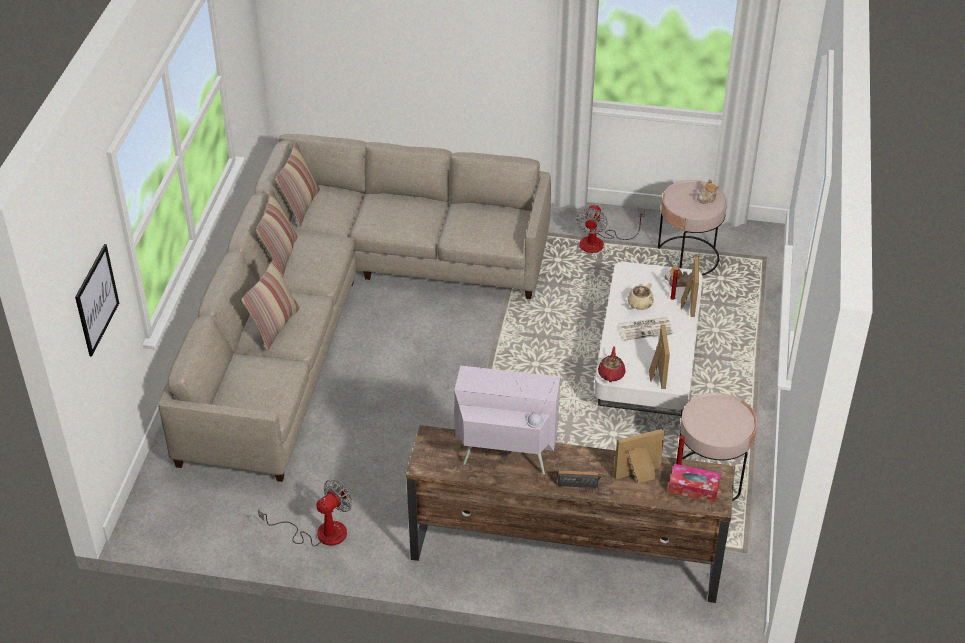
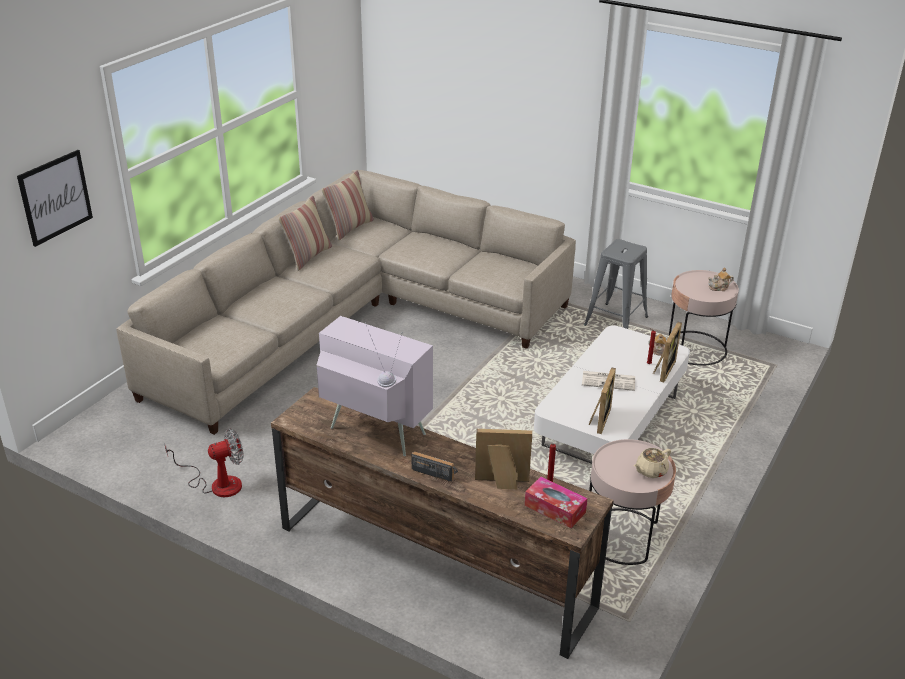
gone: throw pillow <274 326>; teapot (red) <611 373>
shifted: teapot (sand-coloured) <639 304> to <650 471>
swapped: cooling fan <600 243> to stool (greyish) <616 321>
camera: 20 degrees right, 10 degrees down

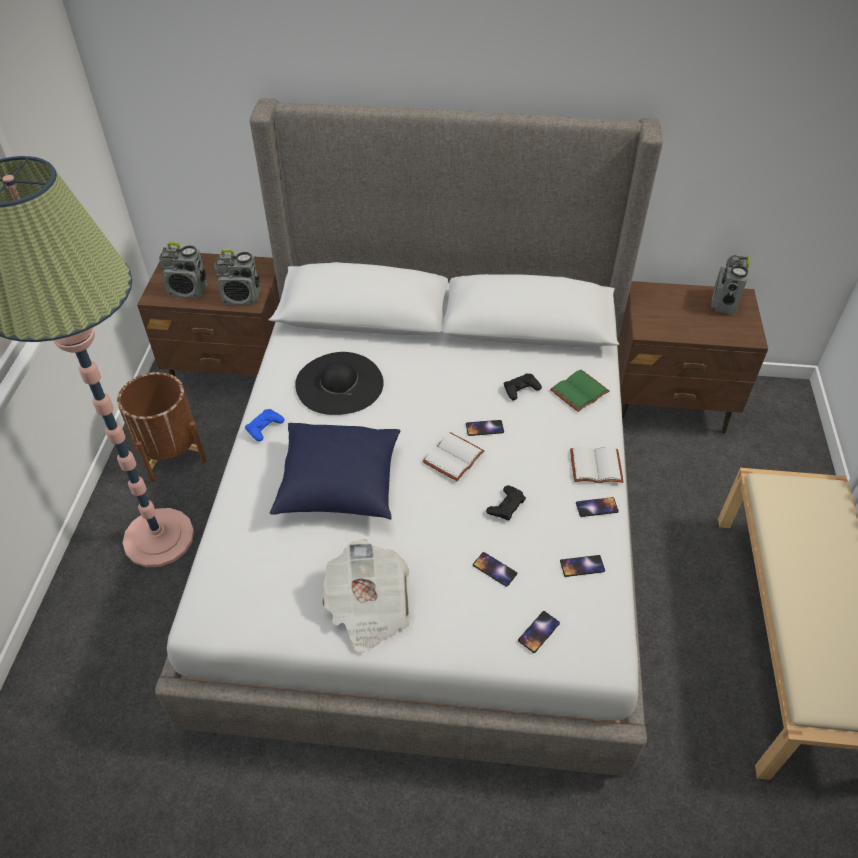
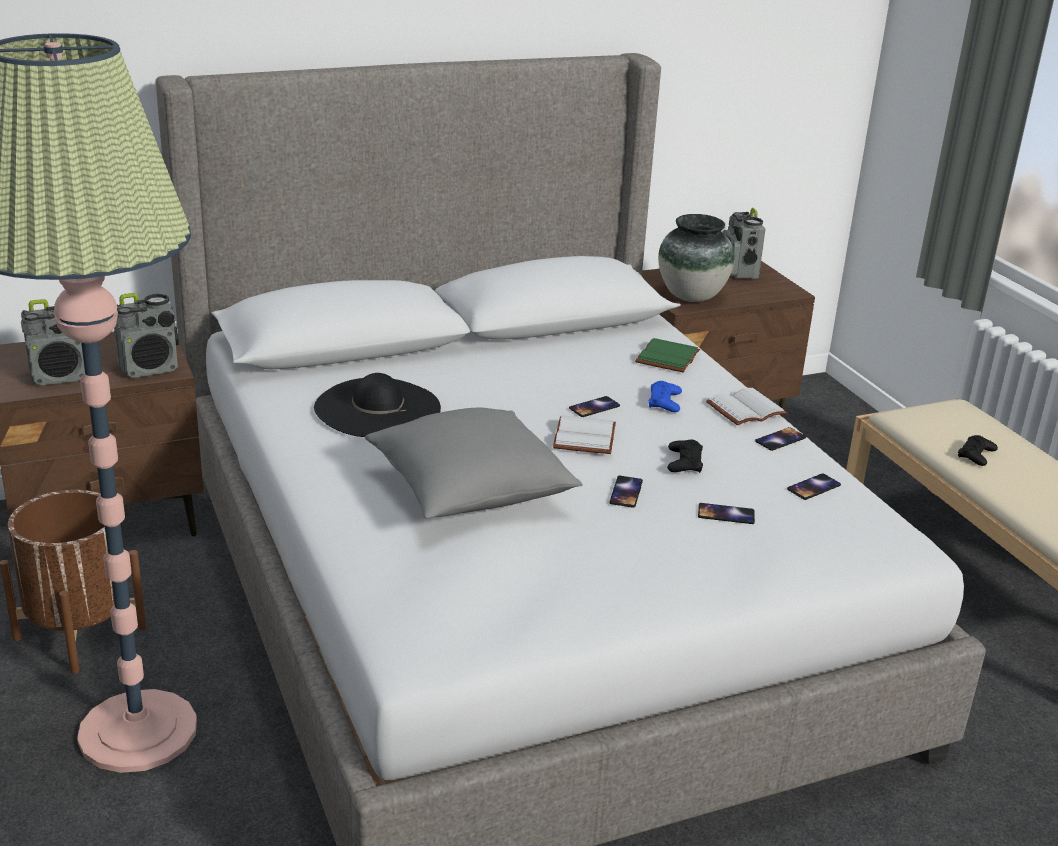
gone: daily paper <368 609>
new: flower vase <692 297>
shifted: game controller (blue-coloured) <264 427> to <664 402>; game controller (blackish) <521 389> to <976 455>; telephone <539 632> to <626 492>
repainted: throw pillow (blue-coloured) <339 485> to throw pillow (greyish) <470 492>
camera: 30 degrees left, 20 degrees down

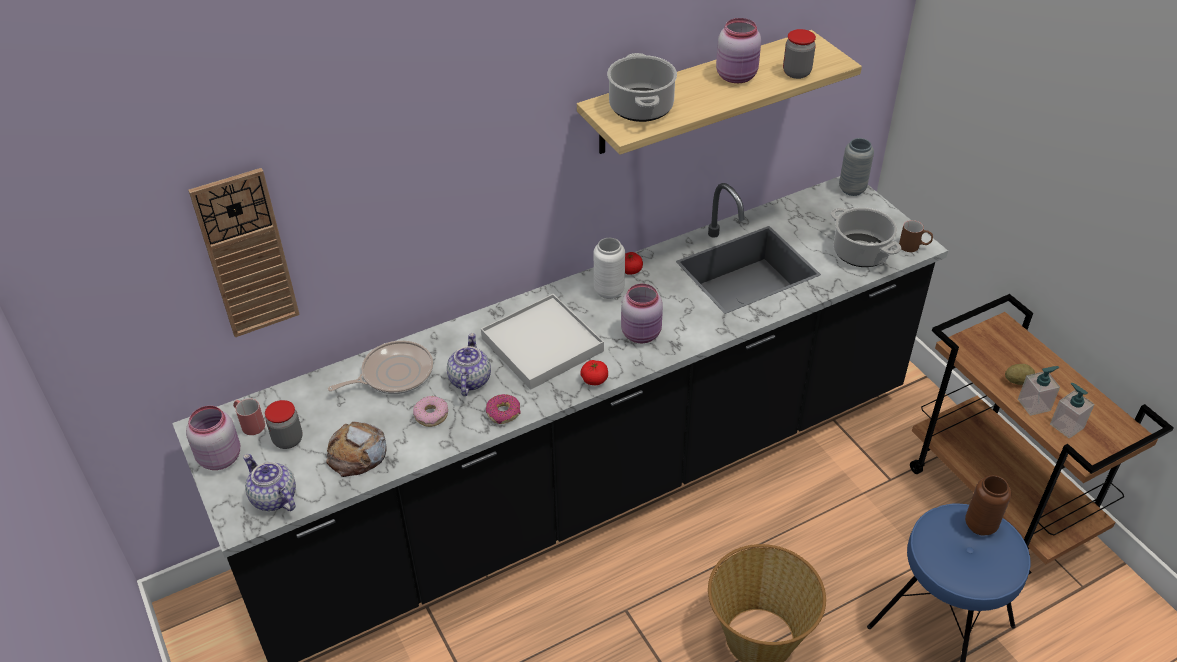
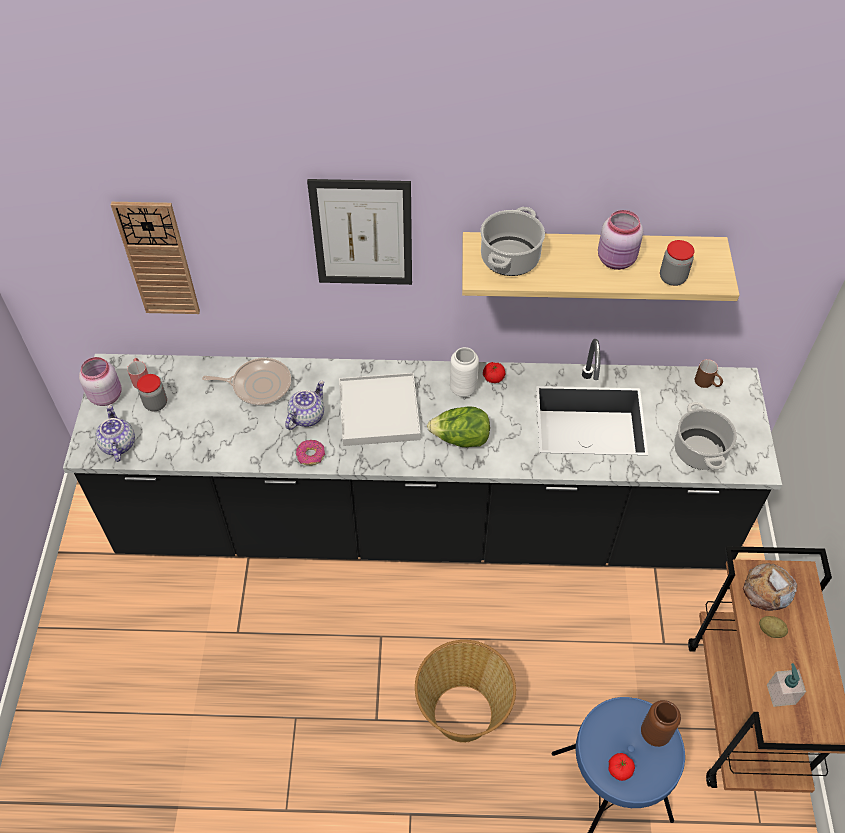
gone: doughnut <431 415>; flower vase (greyish) <852 189>; soap dispenser <1034 405>
new: wall picture <362 233>
shifted: baked bread <357 453> to <768 589>; whole tomato <594 379> to <619 769>; coffee mug (brownish) <914 247> to <707 383>
swapped: preserve jar (pink) <642 334> to lettuce head <460 439>
camera: 30 degrees right, 10 degrees up

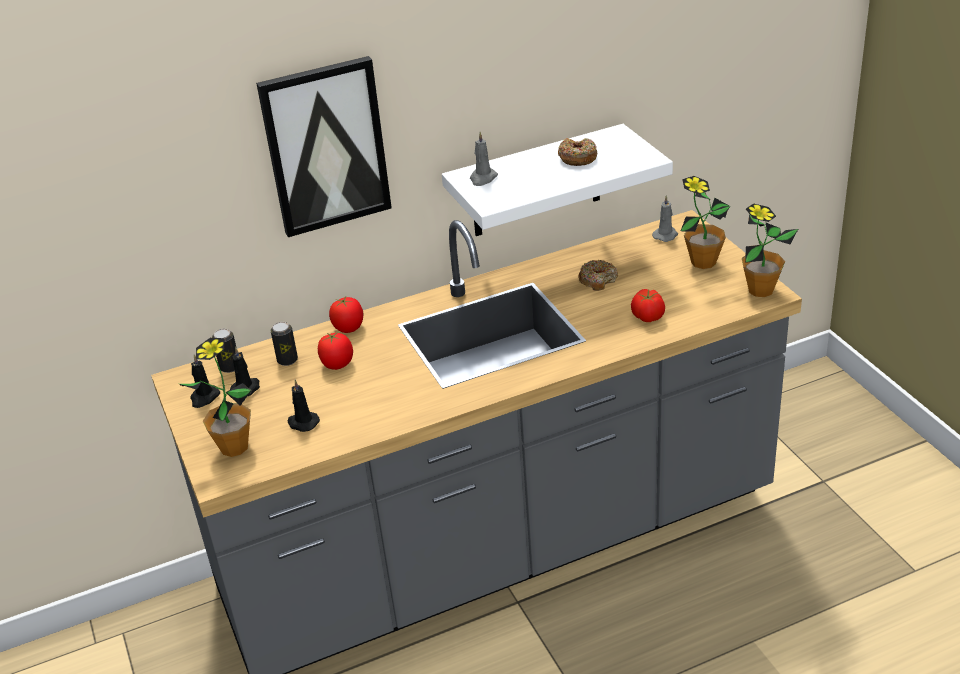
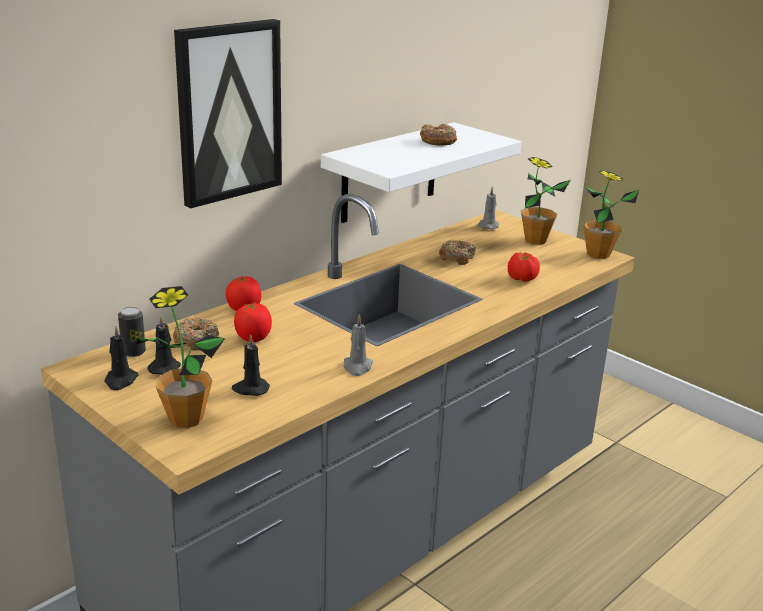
shifted: wax candle (greyish) <483 178> to <357 367>
swapped: sealed can <287 360> to doughnut <196 340>
camera: 25 degrees left, 10 degrees down

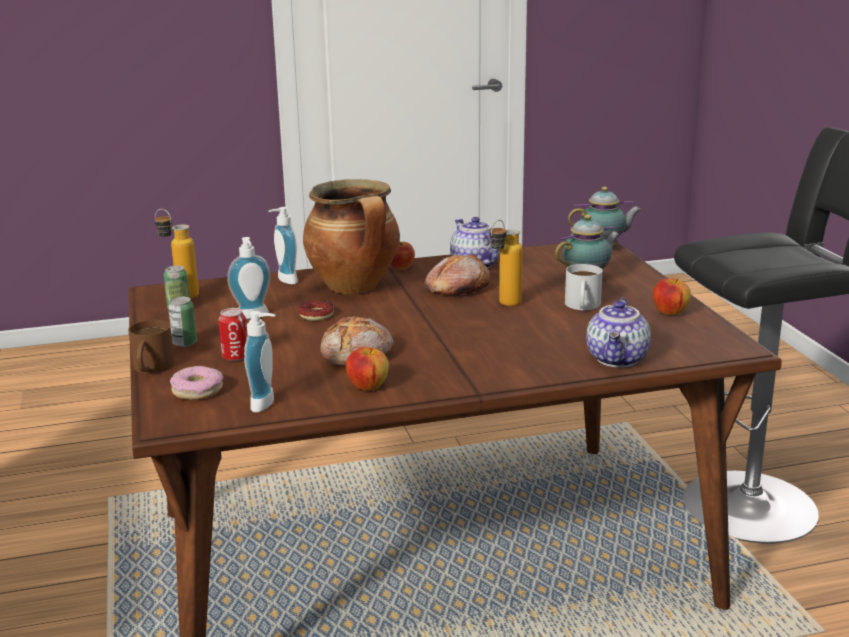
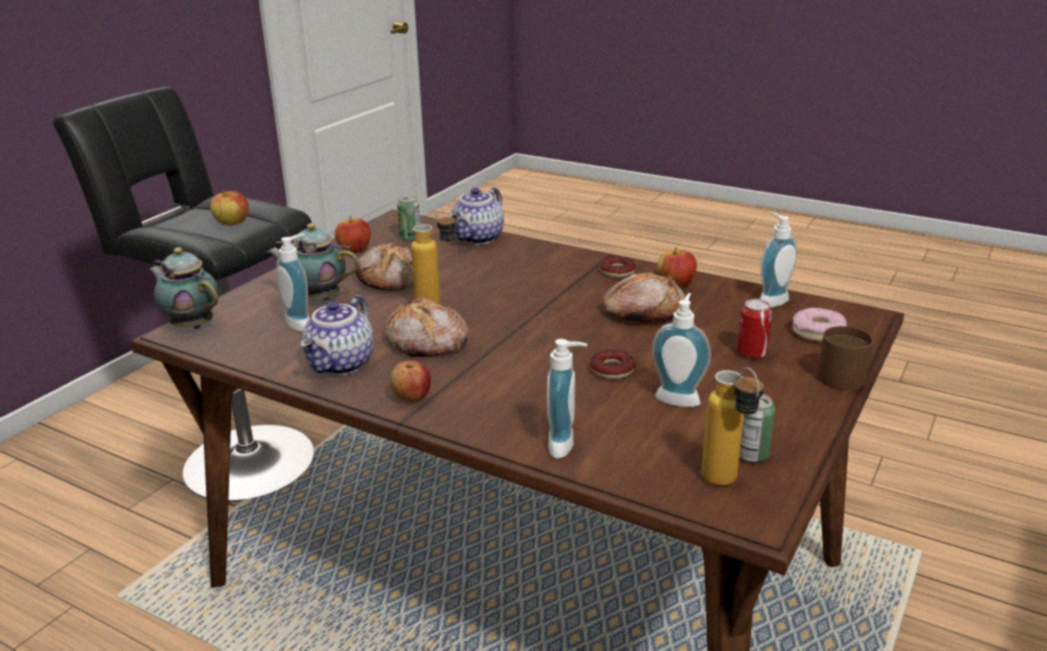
gone: stockpot <355 287>
new: apple <232 224>; soap dispenser <302 324>; doughnut <617 271>
shifted: sealed can <185 343> to <410 237>
swapped: coffee mug (white) <582 306> to baked bread <390 279>
rotated: teapot <618 359> = <478 238> 150 degrees clockwise
camera: 135 degrees left, 5 degrees up

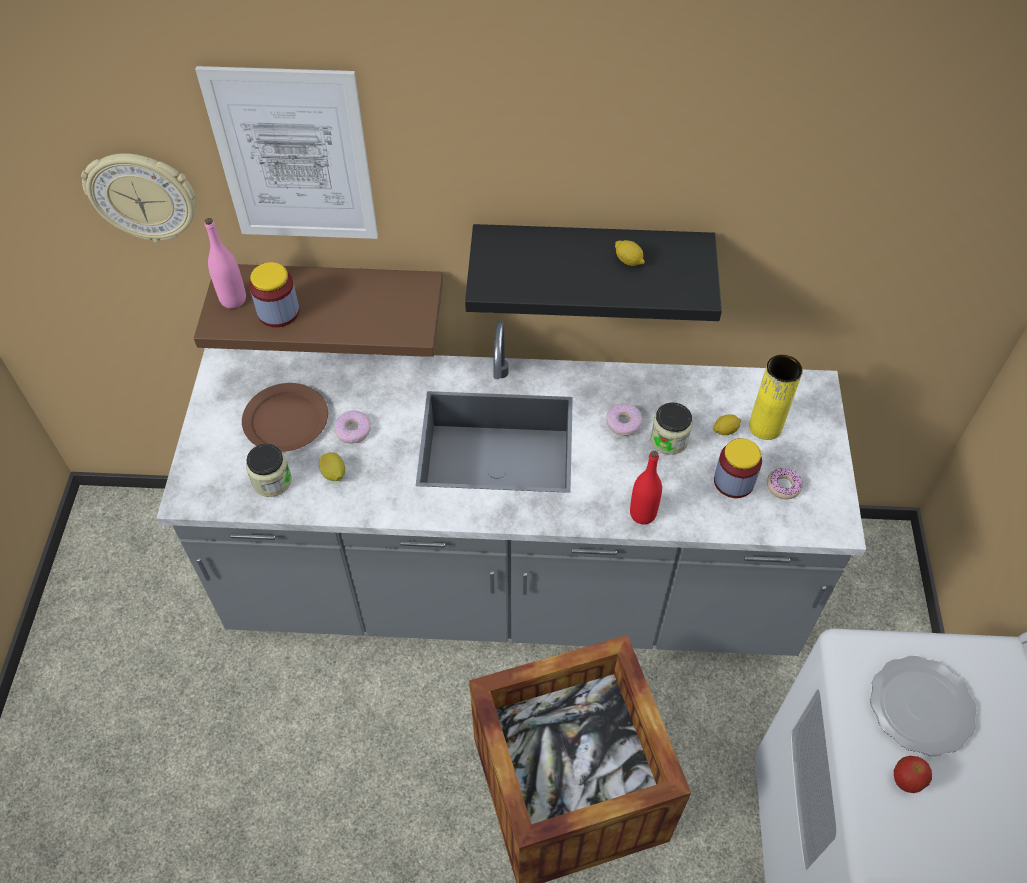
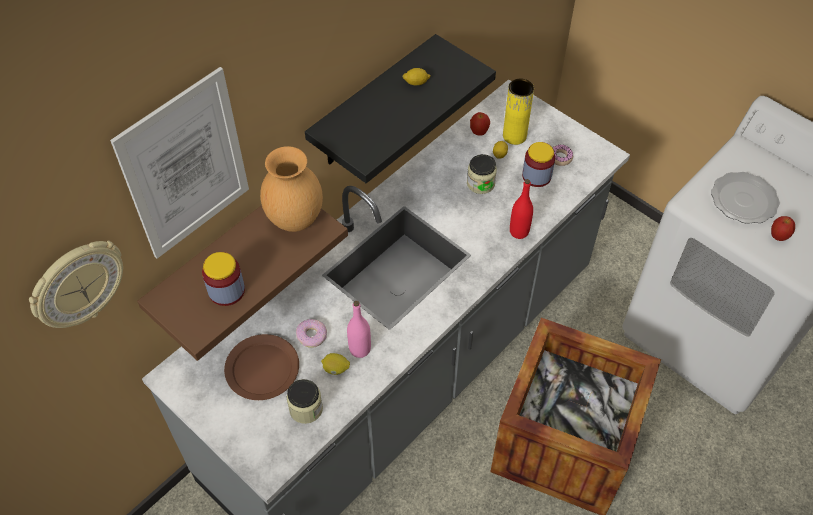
gone: doughnut <623 423>
new: flower vase (brownish) <296 220>; apple <479 132>
shifted: drink bottle (pink) <233 299> to <360 349>
camera: 50 degrees left, 0 degrees up

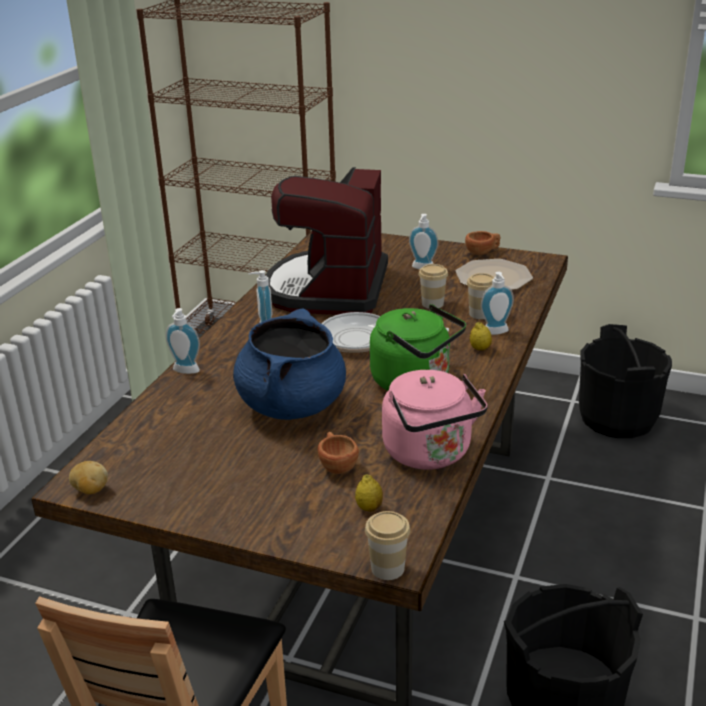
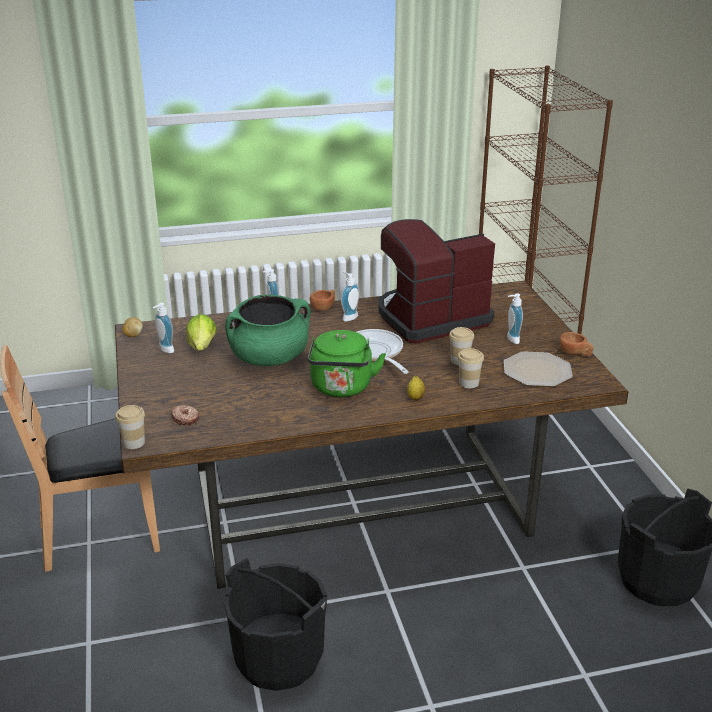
gone: tea kettle (pink) <430 454>
new: lettuce head <202 348>
shifted: small cup (brownish) <336 465> to <324 308>; soap dispenser <496 333> to <164 350>
swapped: whole lemon <369 508> to doughnut <185 418>
repainted: stockpot (blue-coloured) <292 405> to stockpot (green-coloured) <269 358>
camera: 55 degrees right, 0 degrees up

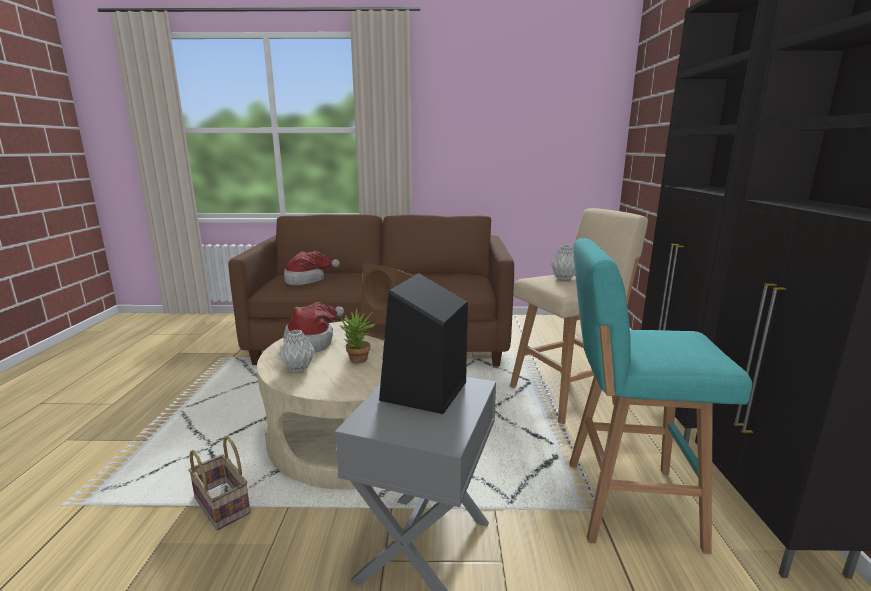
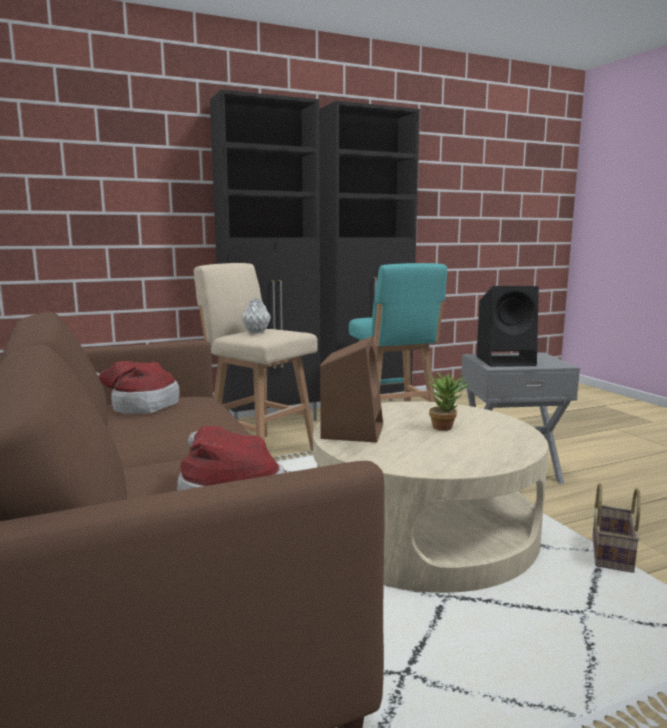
gone: flower vase (greyish) <299 368>
shifted: wearable hat <313 341> to <140 406>
camera: 115 degrees left, 5 degrees down

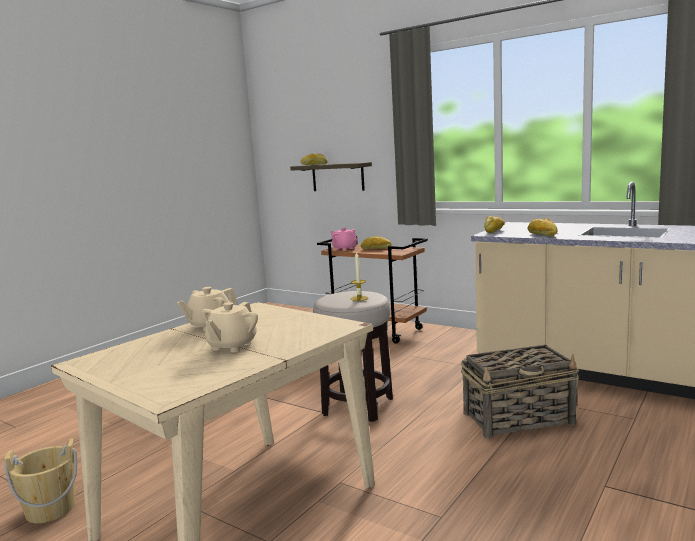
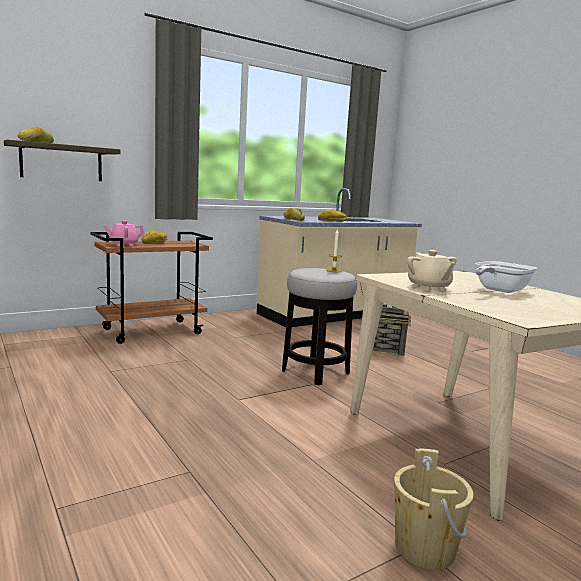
swapped: teapot (sand-coloured) <232 346> to frying pan <498 290>
camera: 70 degrees left, 0 degrees up

